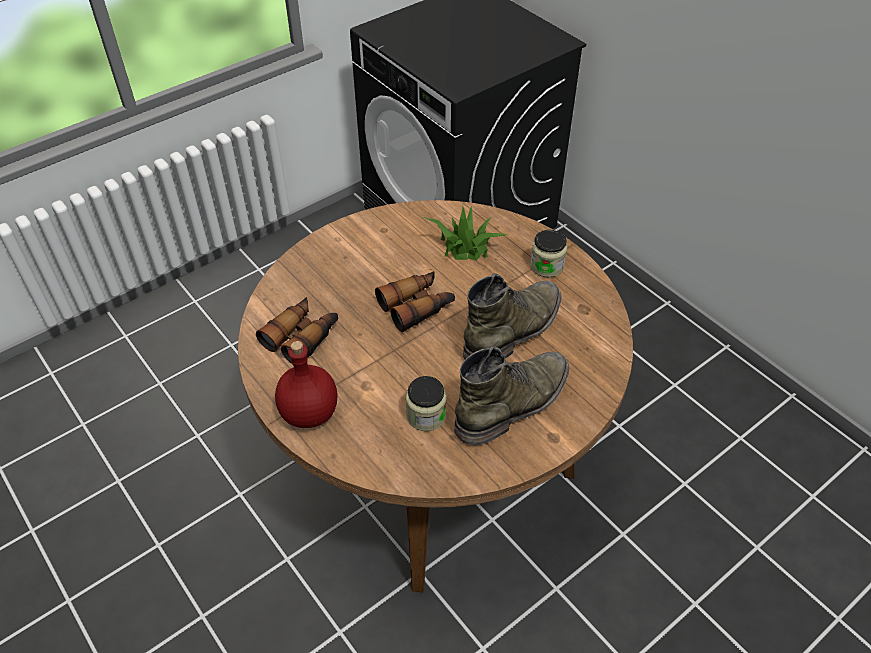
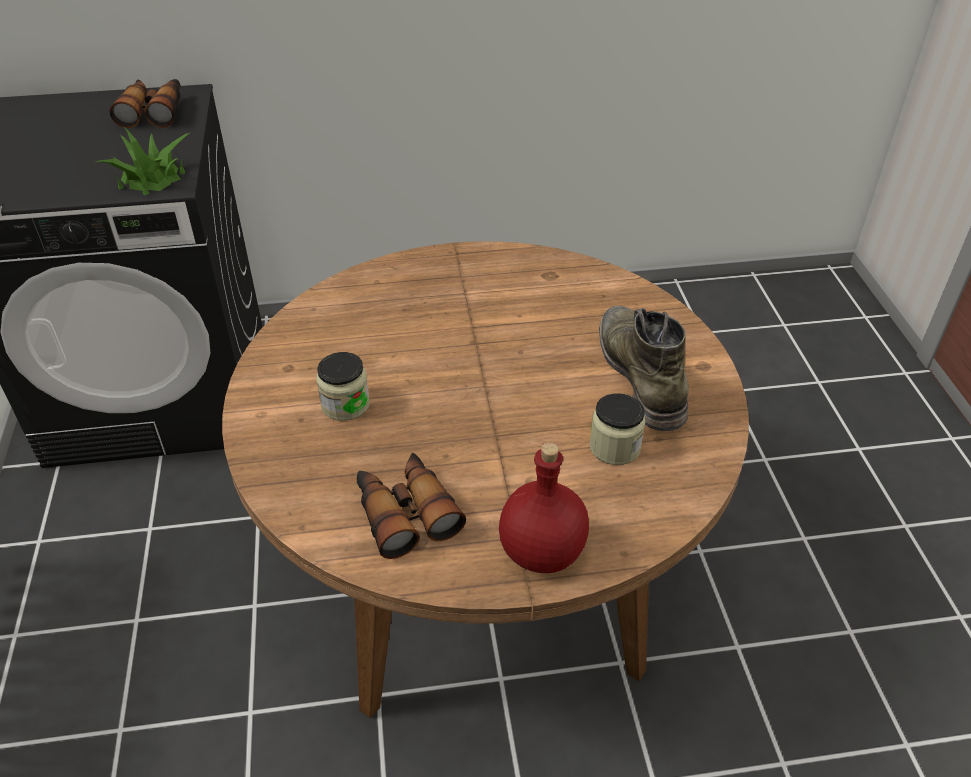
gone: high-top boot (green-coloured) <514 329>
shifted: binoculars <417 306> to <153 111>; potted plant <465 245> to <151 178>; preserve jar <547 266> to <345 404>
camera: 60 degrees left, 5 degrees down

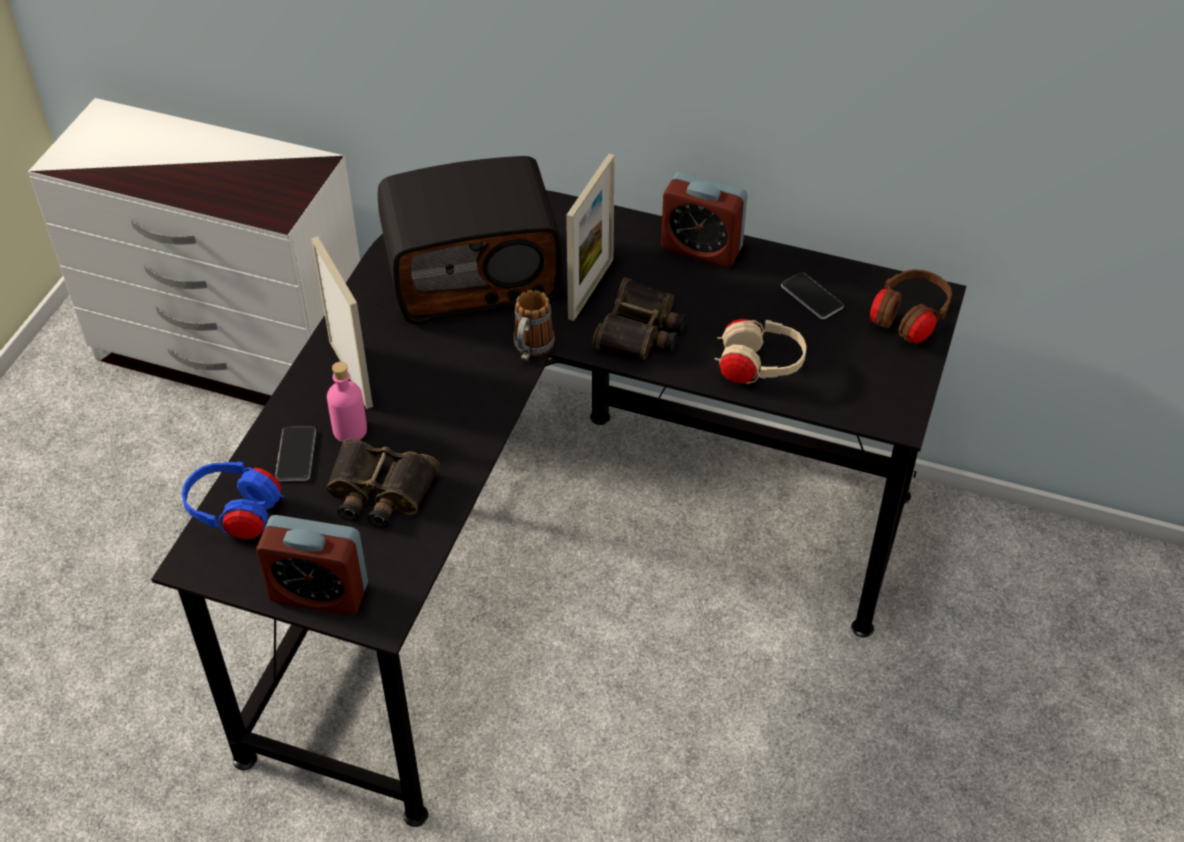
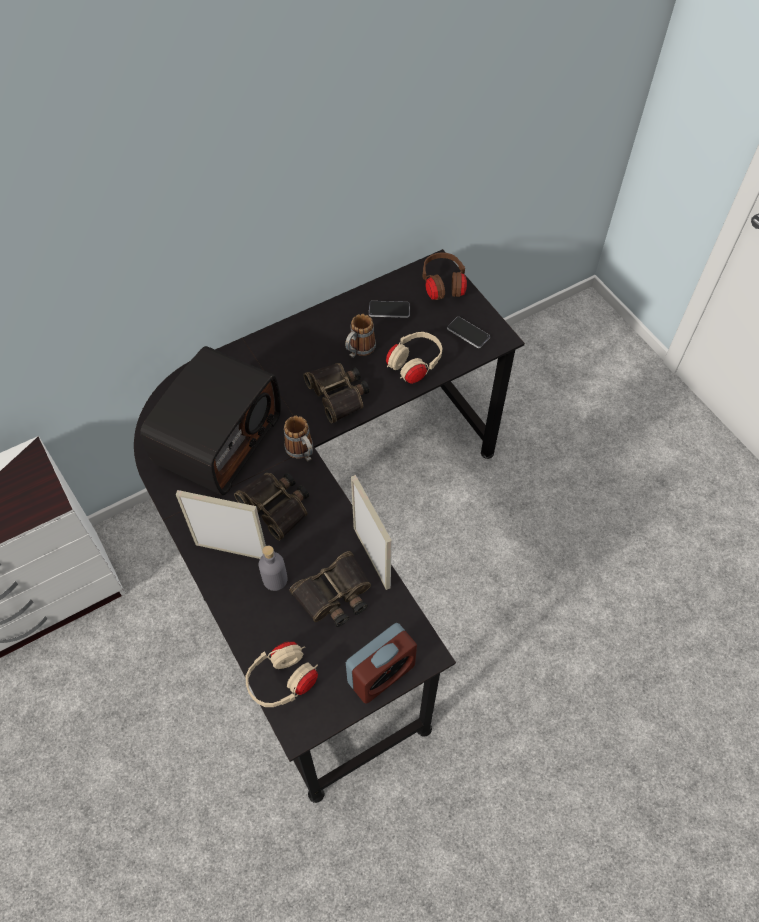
gone: bedside clock <701 248>
new: binoculars <277 505>; coffee mug <359 350>
shifted: telephone <296 455> to <468 333>; photo frame <591 288> to <371 557>
repainted: headphones (blue-coloured) <236 514> to headphones (sand-coloured) <283 681>; drink bottle (pink) <350 430> to drink bottle (greyish) <275 579>
camera: 50 degrees left, 10 degrees up

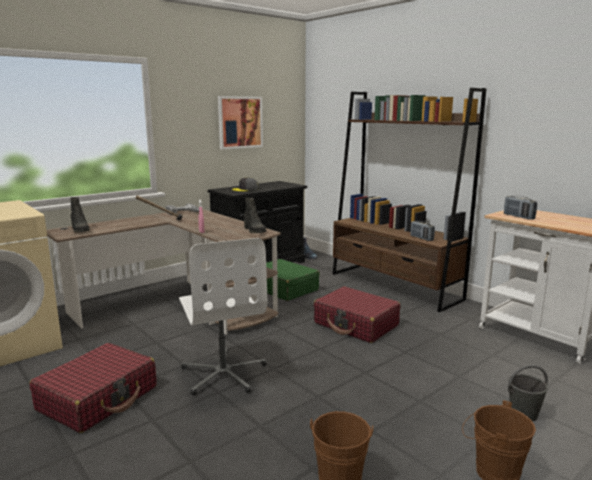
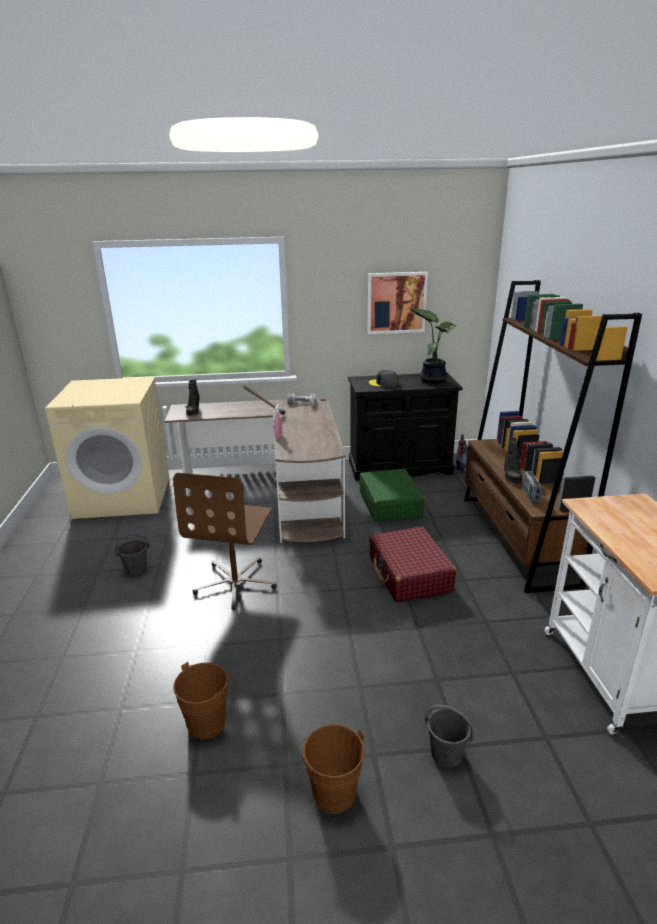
gone: radio set <518 217>
new: potted plant <432 379>
shifted: high-top boot (blackish) <254 231> to <511 476>
swapped: travel case (red) <98 398> to pail (greyish) <136 570>
repainted: computer chair (white) <224 373> to computer chair (brownish) <236 583>
camera: 35 degrees right, 10 degrees up

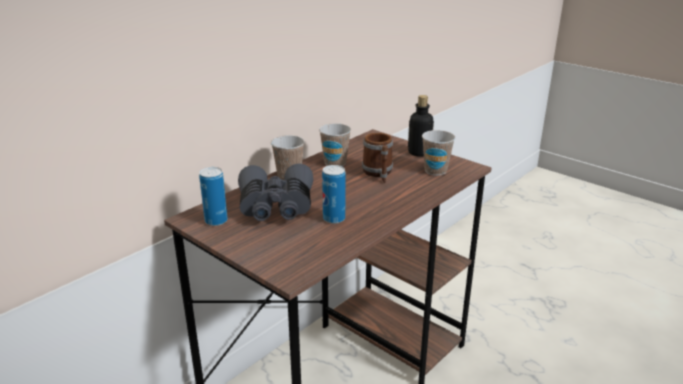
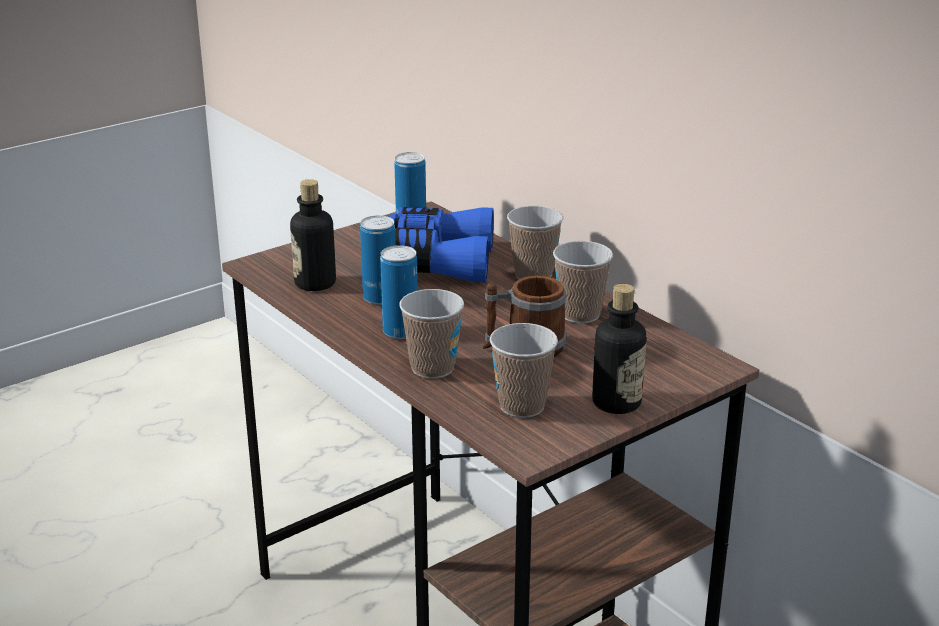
new: drink bottle <315 283>; sealed can <400 332>; small cup <432 368>
repainted: binoculars (greyish) <276 207> to binoculars (blue-coloured) <434 262>
camera: 100 degrees right, 0 degrees up

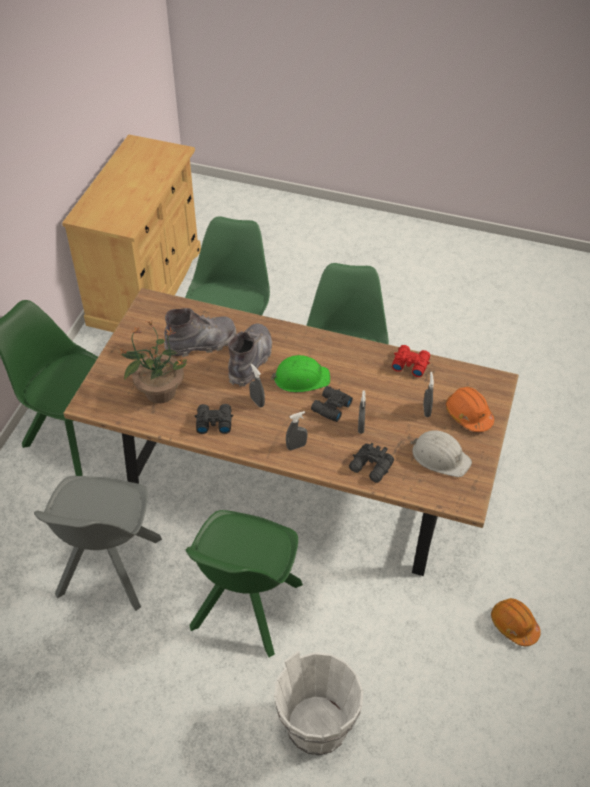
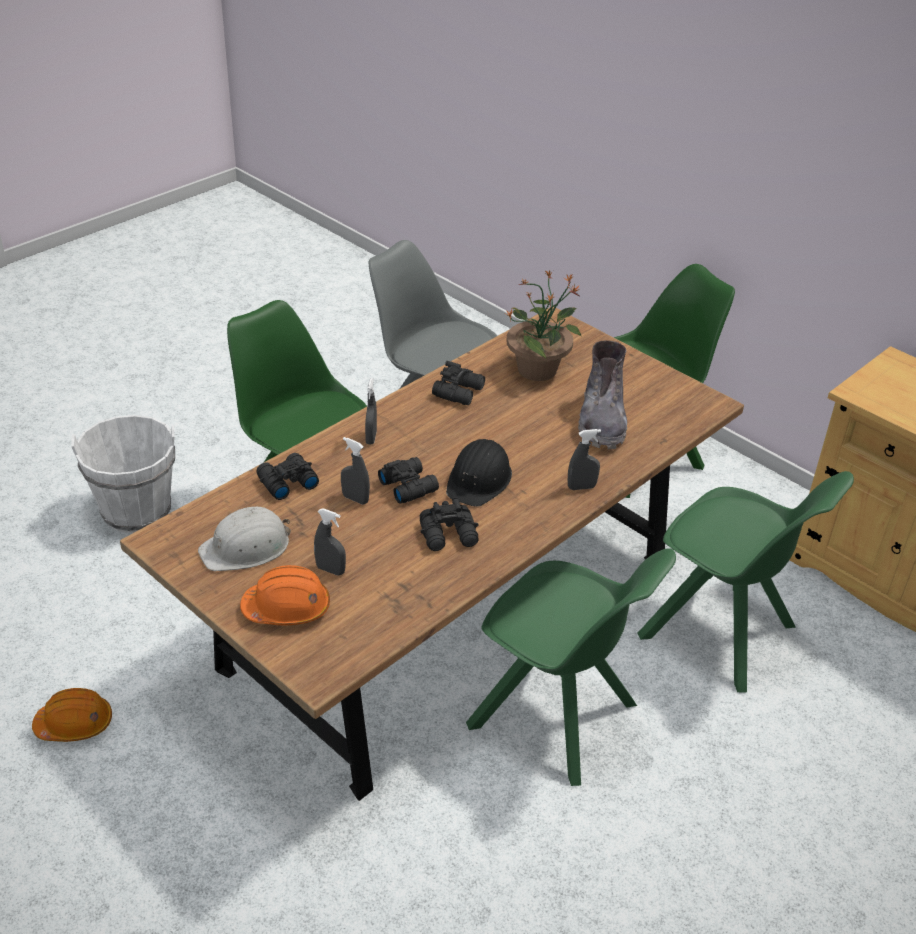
gone: high-top boot (greyish) <250 360>; binoculars (red) <410 364>
new: binoculars (blackish) <450 535>
shifted: spray bottle (greyish) <257 401> to <581 487>
repainted: safety helmet (green-coloured) <301 378> to safety helmet (blackish) <479 479>
camera: 115 degrees right, 10 degrees down

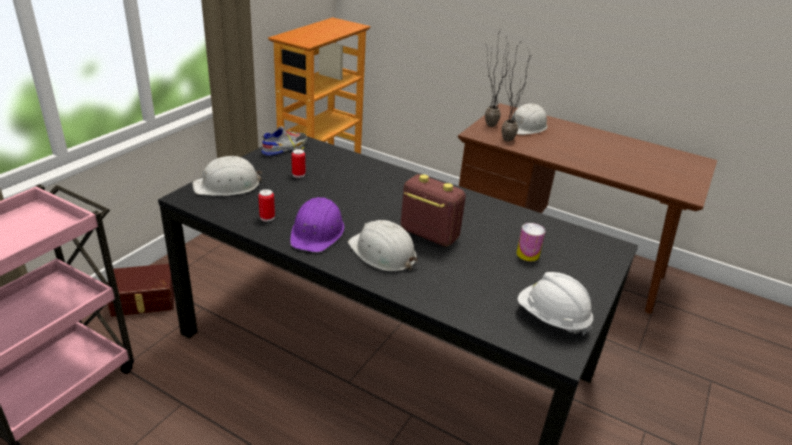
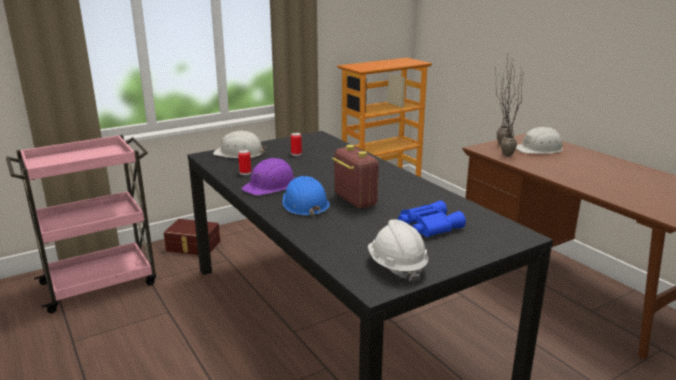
gone: shoe <285 147>
swapped: sealed can <527 254> to binoculars (blue-coloured) <427 226>
repainted: safety helmet (white) <382 253> to safety helmet (blue-coloured) <304 204>
camera: 30 degrees right, 10 degrees down

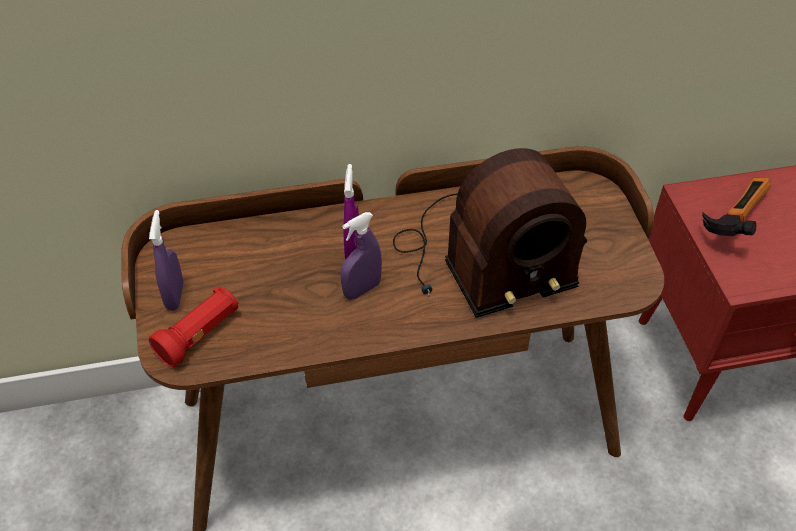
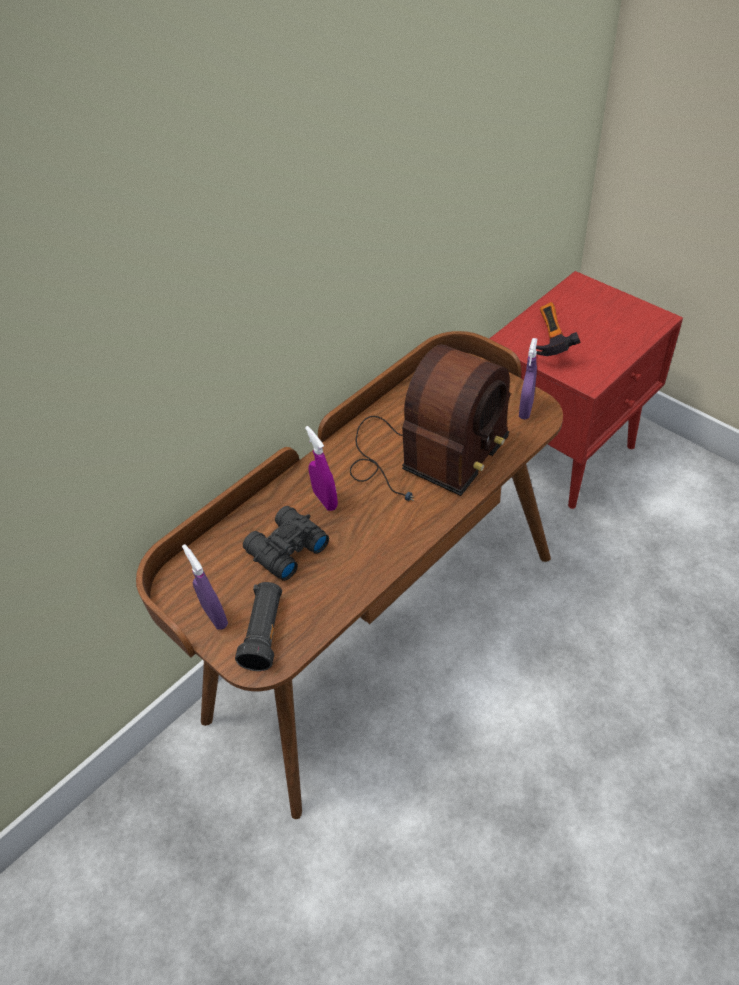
new: binoculars (blackish) <285 549>
shifted: spray bottle (purple-coloured) <362 289> to <526 410>
repainted: flashlight (red) <199 335> to flashlight (blackish) <264 633>
camera: 30 degrees left, 0 degrees up

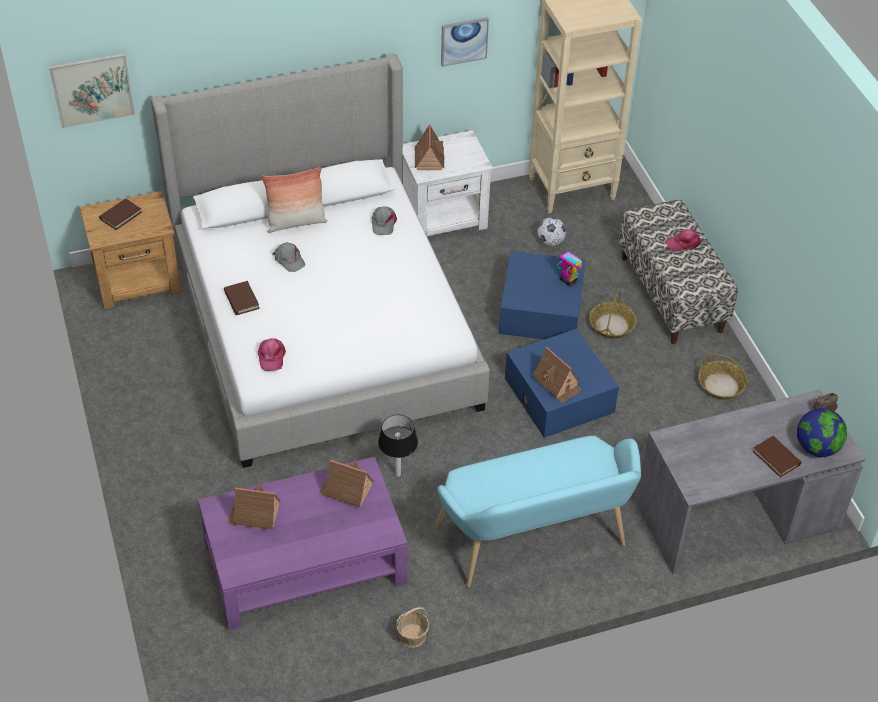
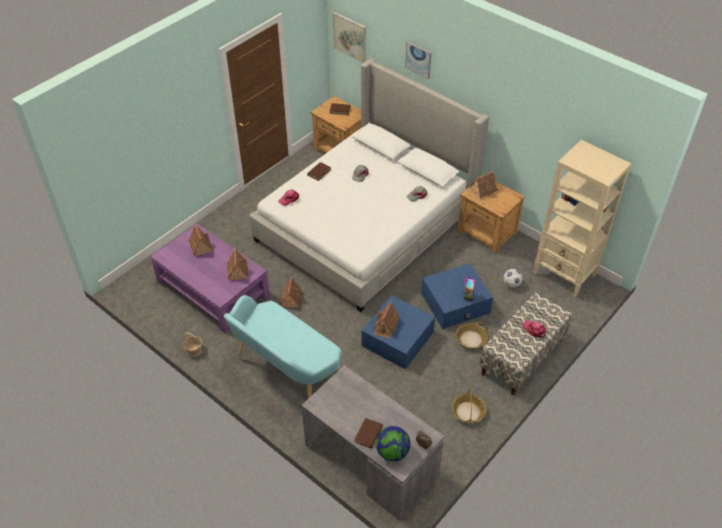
gone: throw pillow <296 222>
shifted: wall picture <464 41> to <418 59>
swapped: lamp for a table <397 474> to model house <291 298>
repainted: night table (white) <444 217> to night table (brownish) <487 233>
camera: 60 degrees right, 0 degrees up

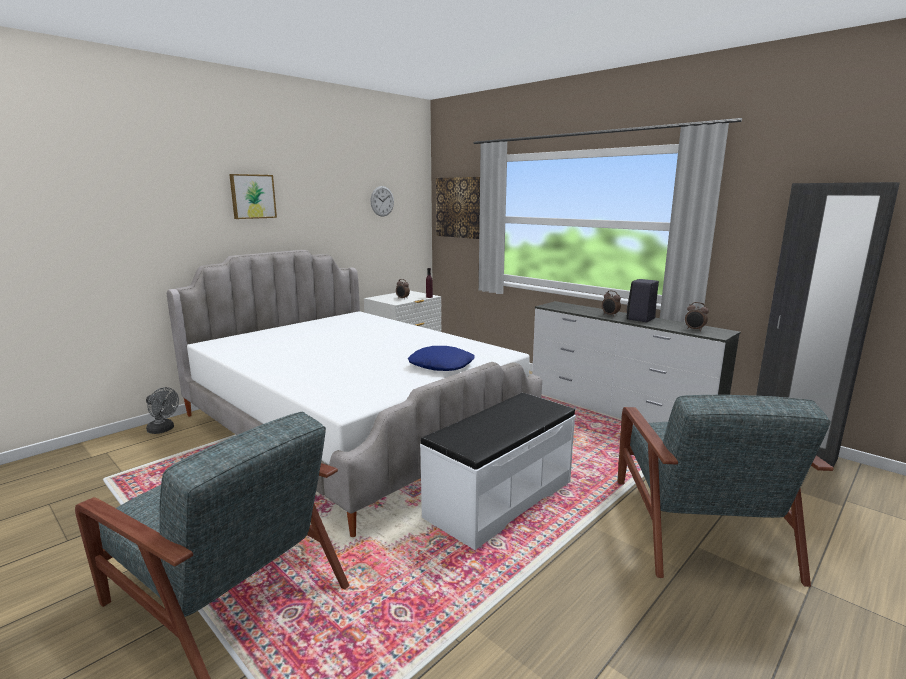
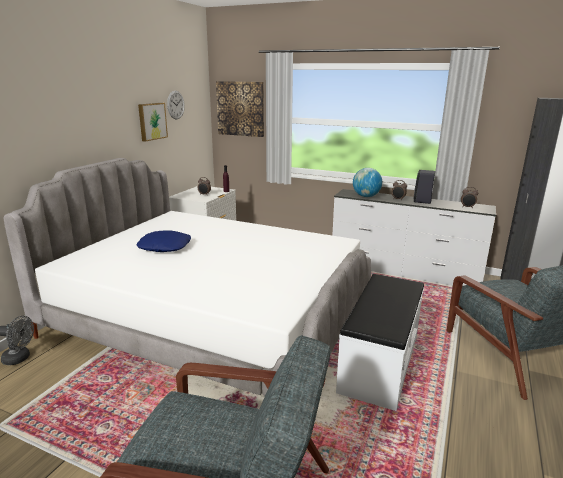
new: desk globe <366 196>
shifted: wall picture <252 196> to <152 121>; throw pillow (blue-coloured) <441 365> to <165 246>
camera: 20 degrees left, 5 degrees up

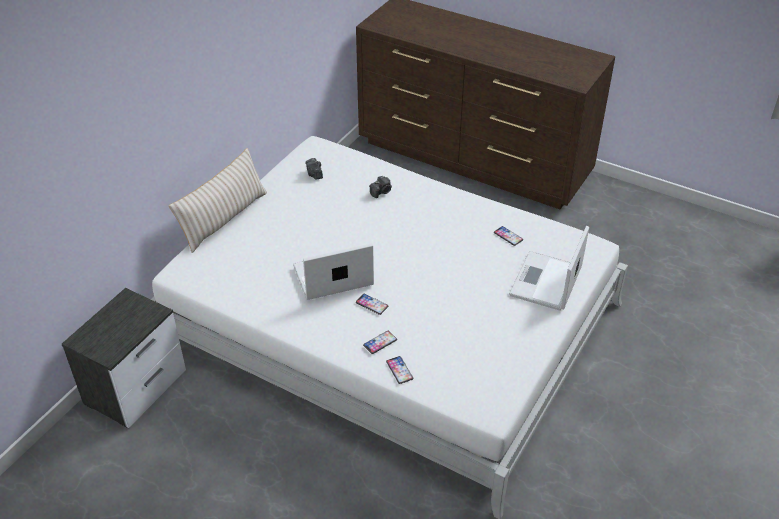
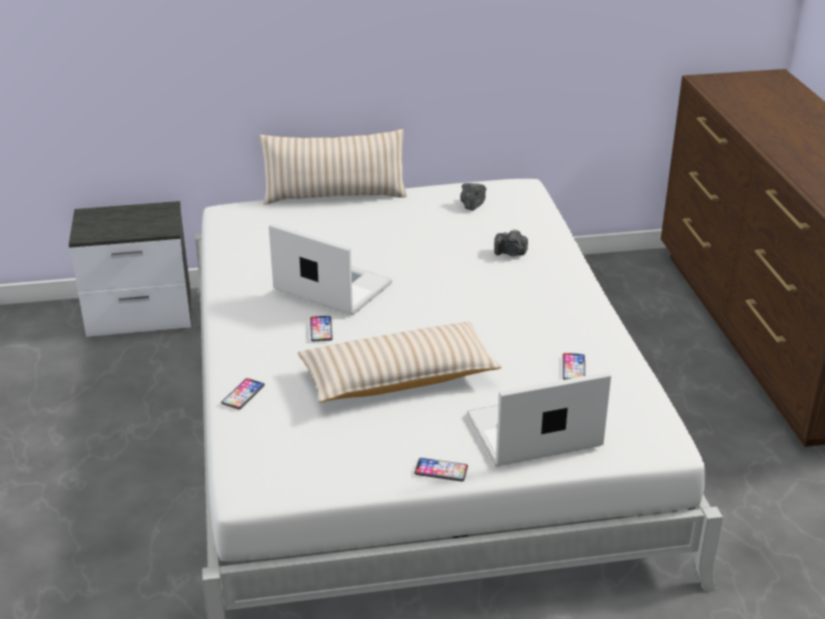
new: throw pillow (sand-coloured) <398 378>
shifted: telephone <380 342> to <441 470>
camera: 50 degrees right, 10 degrees down

